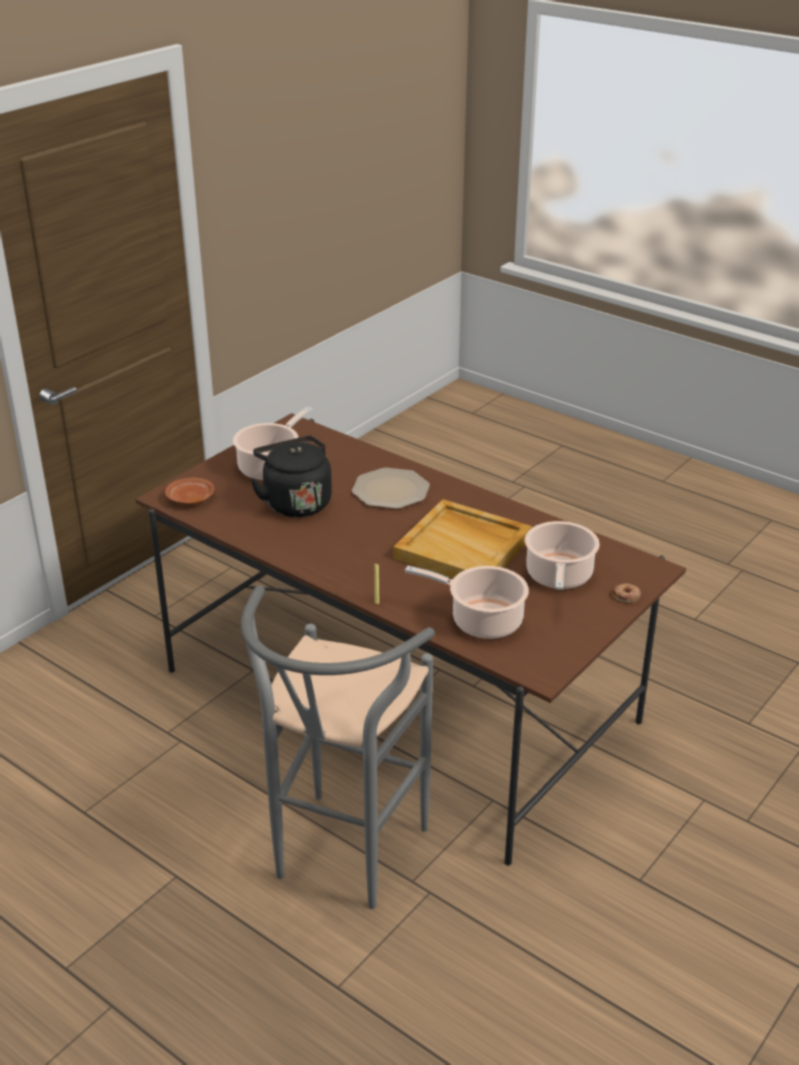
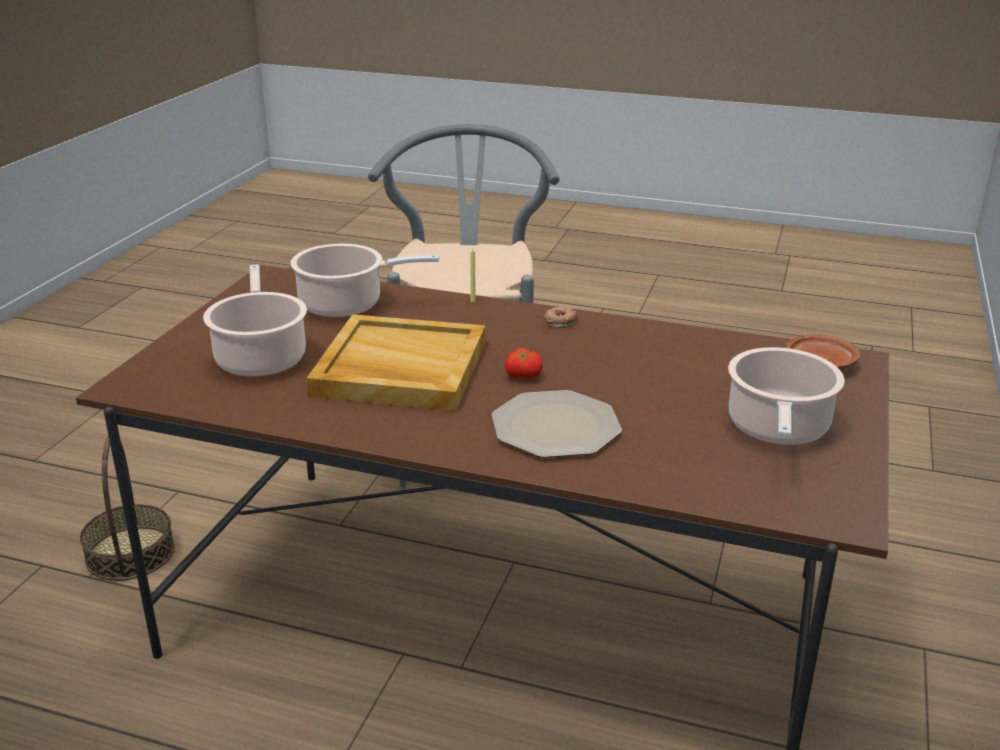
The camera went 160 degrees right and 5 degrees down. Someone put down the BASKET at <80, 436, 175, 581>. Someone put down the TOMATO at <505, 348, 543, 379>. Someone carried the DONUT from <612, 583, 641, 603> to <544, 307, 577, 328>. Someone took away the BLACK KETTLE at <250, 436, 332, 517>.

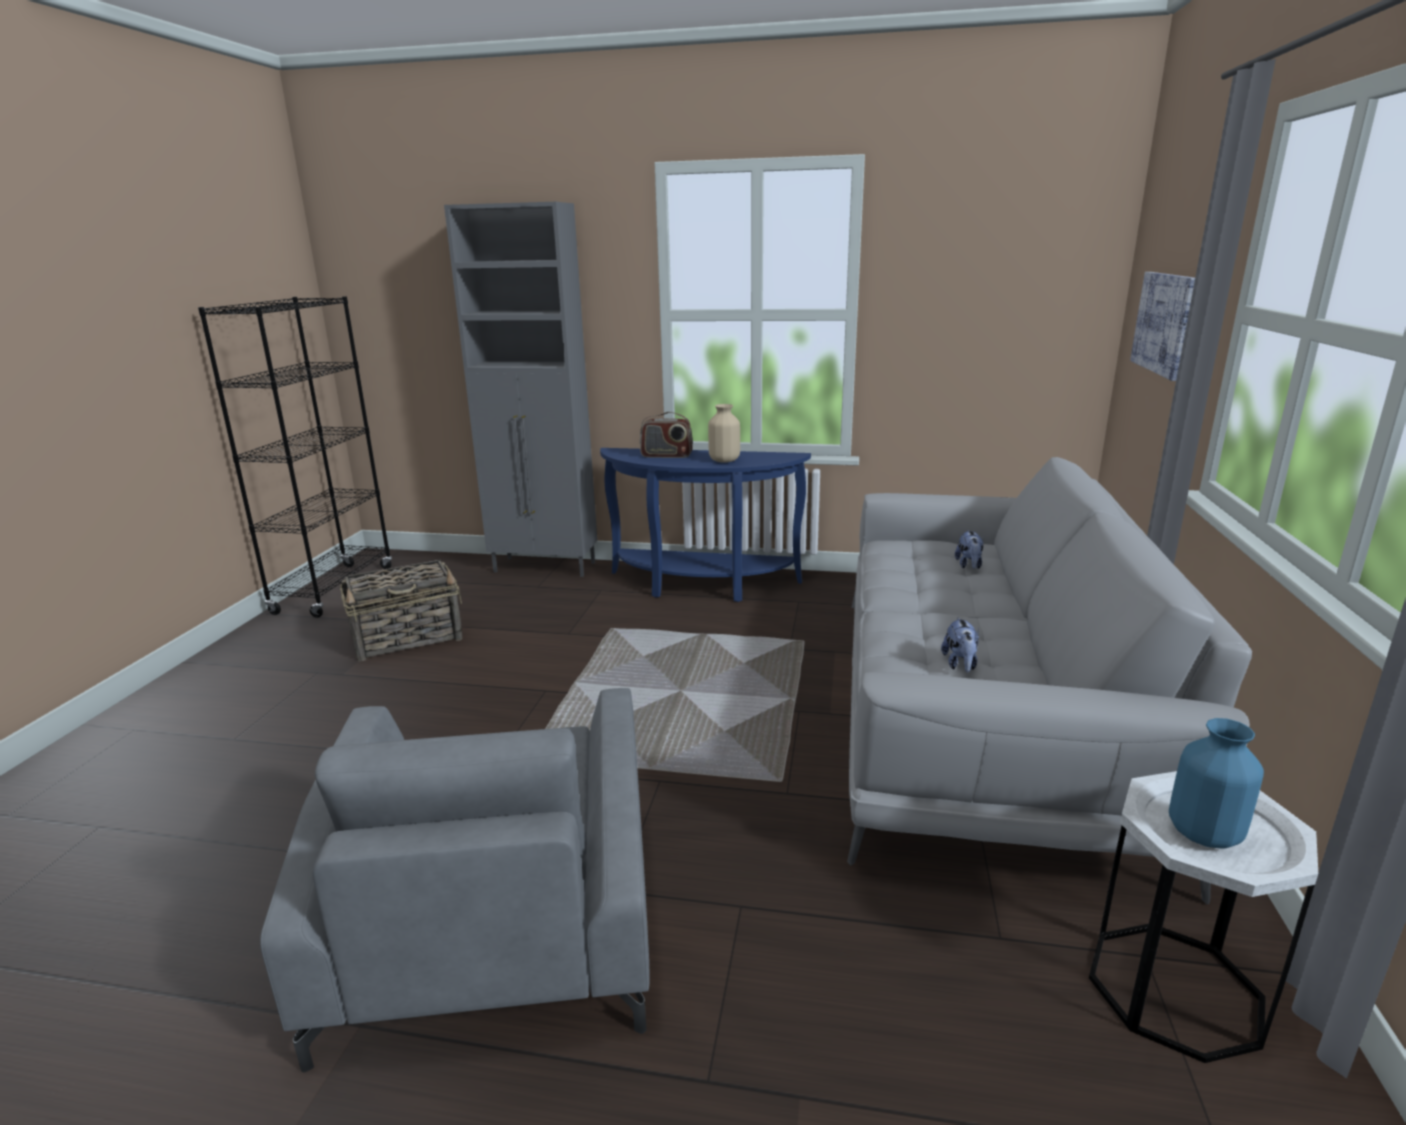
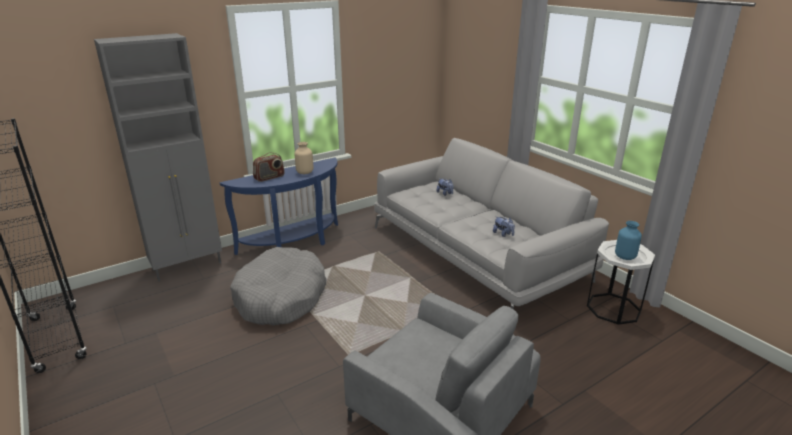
The camera went 45 degrees left and 5 degrees up. Someone put down the GREY DOG BED at <230, 247, 326, 325>. Someone took away the BASKET at <340, 560, 462, 661>. Someone took away the PICTURE at <1130, 272, 1195, 381>.

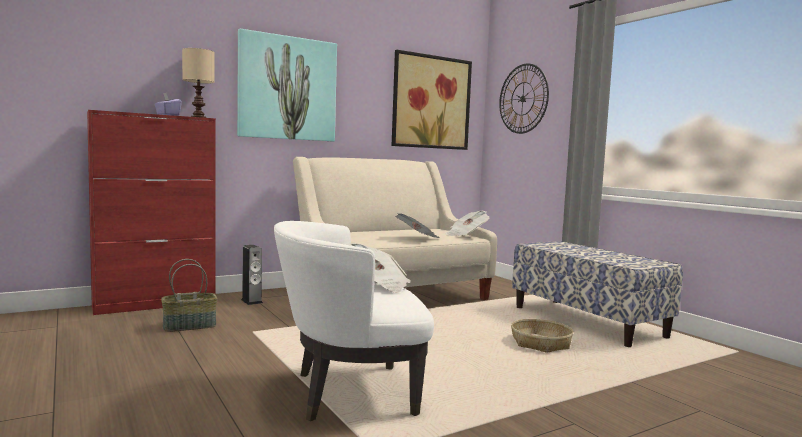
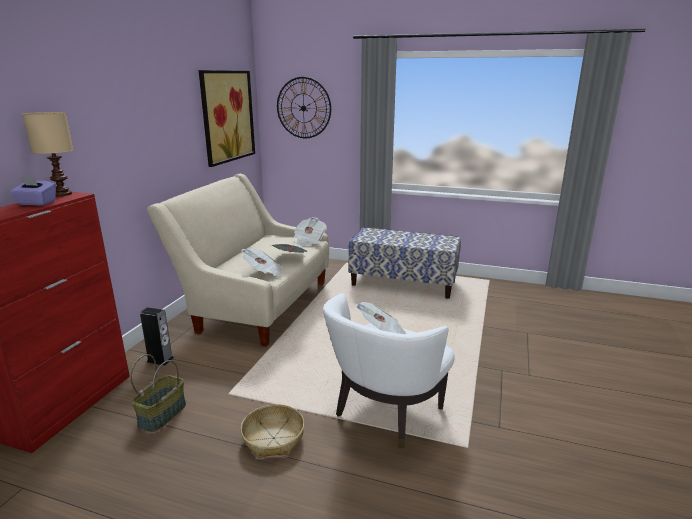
The camera went 40 degrees left and 15 degrees up. Someone put down the NEWSPAPER at <241, 249, 282, 276>. Someone carried the BASKET from <511, 319, 573, 353> to <241, 404, 305, 458>. Someone took away the PICTURE at <237, 29, 337, 141>.

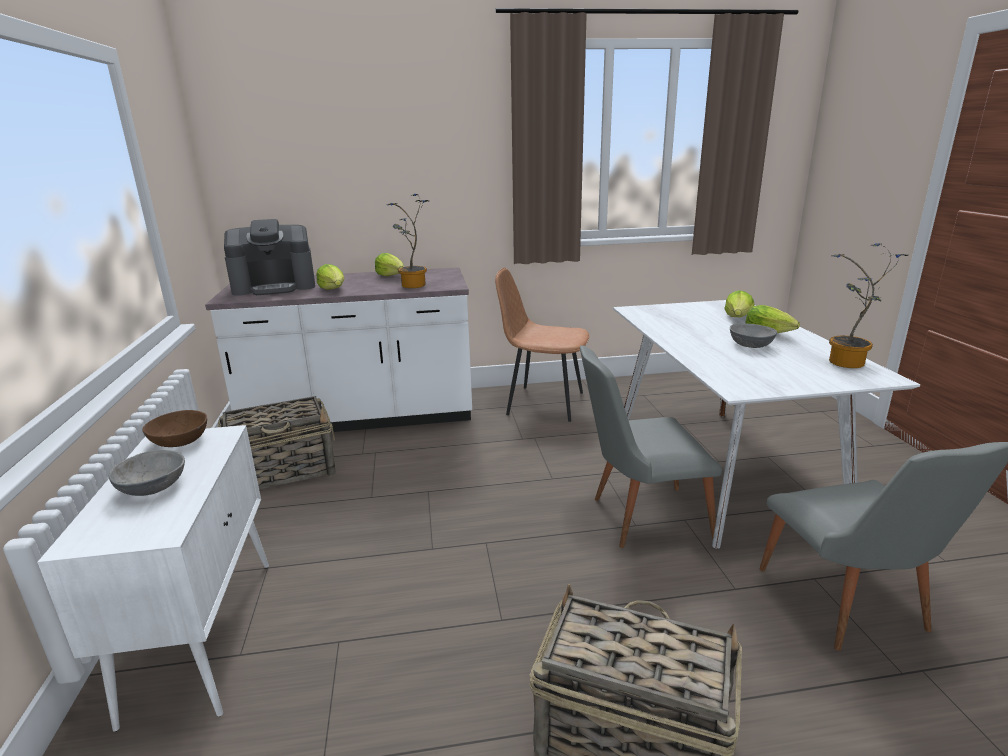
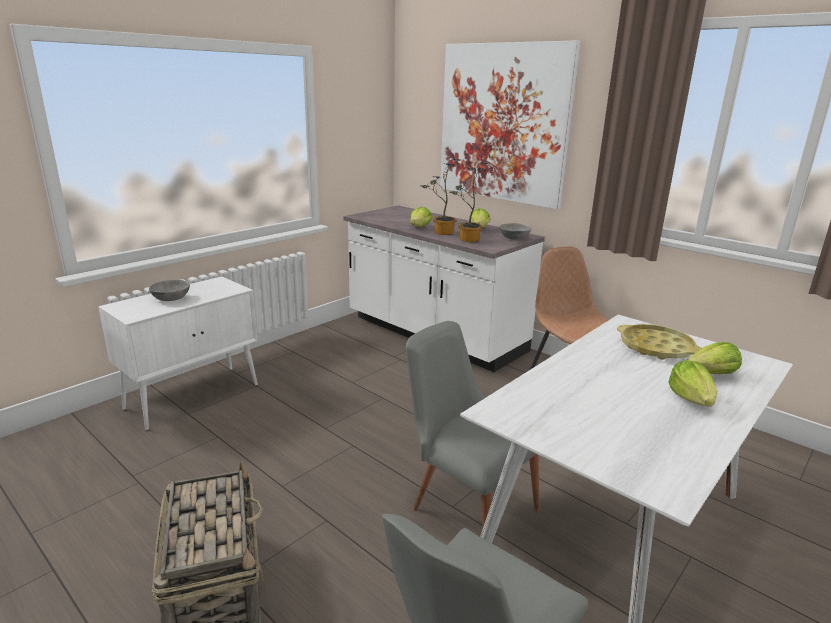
The camera went 50 degrees right and 0 degrees up. Someone carried the POTTED PLANT from <829, 243, 908, 368> to <420, 159, 460, 235>. Someone put up the PICTURE at <440, 40, 581, 209>. Someone carried the GREY BOWL from <730, 323, 777, 348> to <500, 223, 531, 240>. Someone put down the YELLOW TRAY at <617, 324, 702, 360>. Someone took away the BROWN BOWL at <142, 410, 207, 447>. Someone took away the BASKET at <218, 396, 336, 489>. Someone took away the COFFEE MACHINE at <224, 219, 315, 296>.

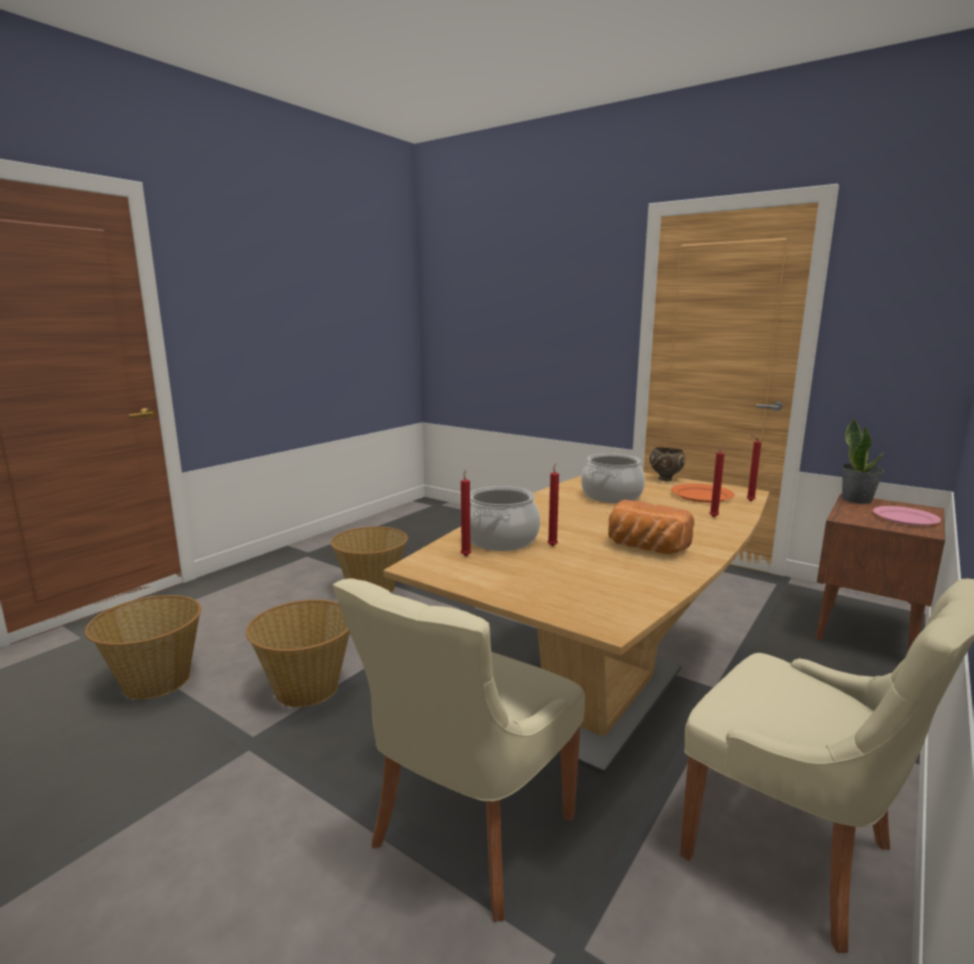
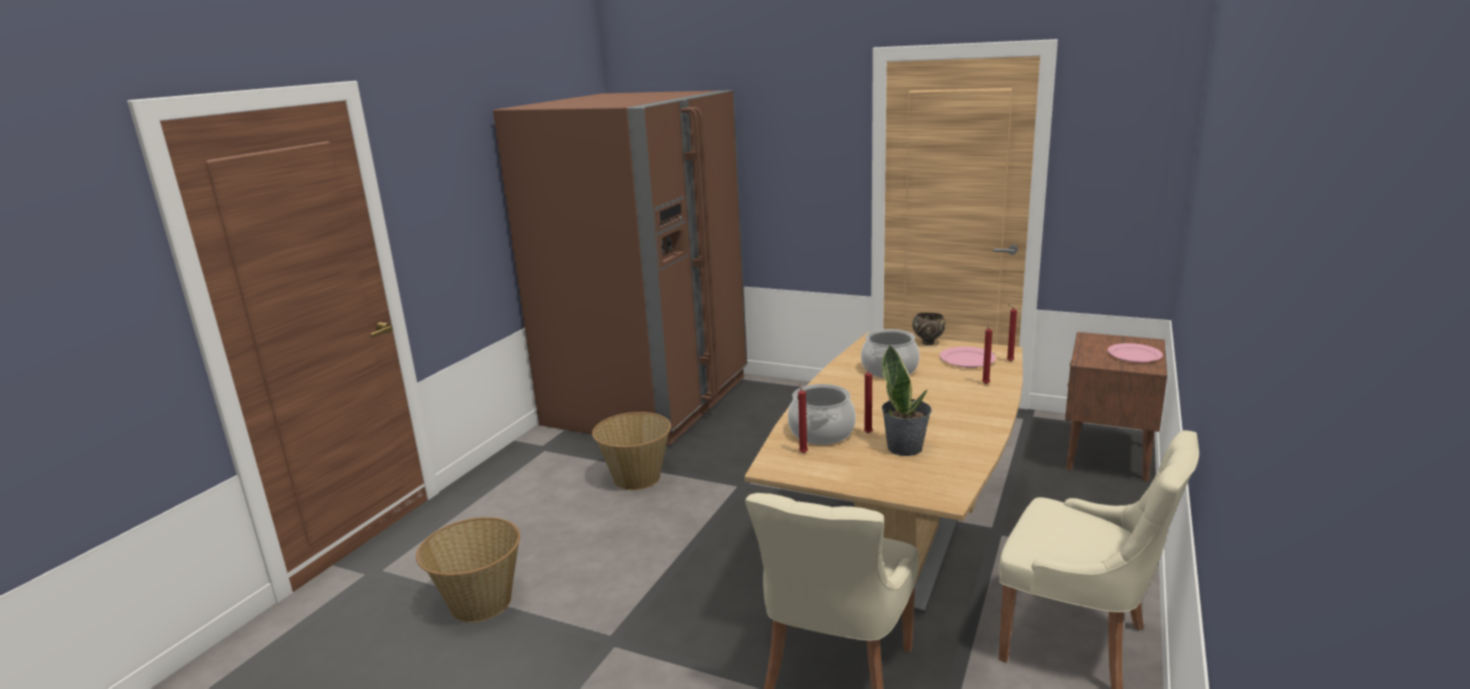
The camera went 10 degrees left and 5 degrees up. Someone put down the BROWN FRIDGE at <493, 90, 747, 445>. Someone carried the POTTED PLANT from <842, 418, 884, 504> to <882, 344, 932, 456>. Someone repainted the ORANGE PLATE at <671, 484, 734, 503>, which became the PINK PLATE at <940, 346, 996, 368>. Someone took away the BASKET at <246, 600, 350, 707>. Someone took away the BREAD at <608, 500, 694, 554>.

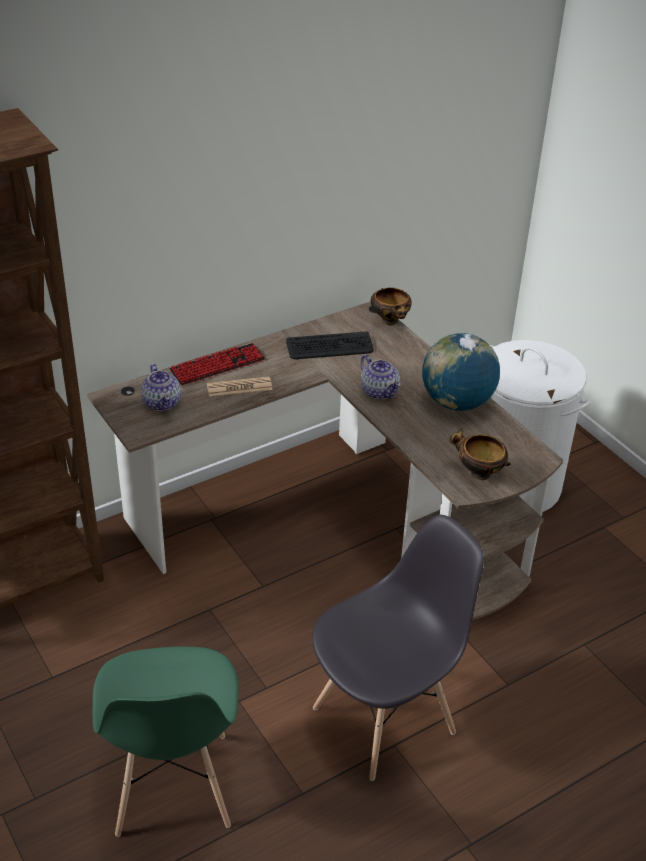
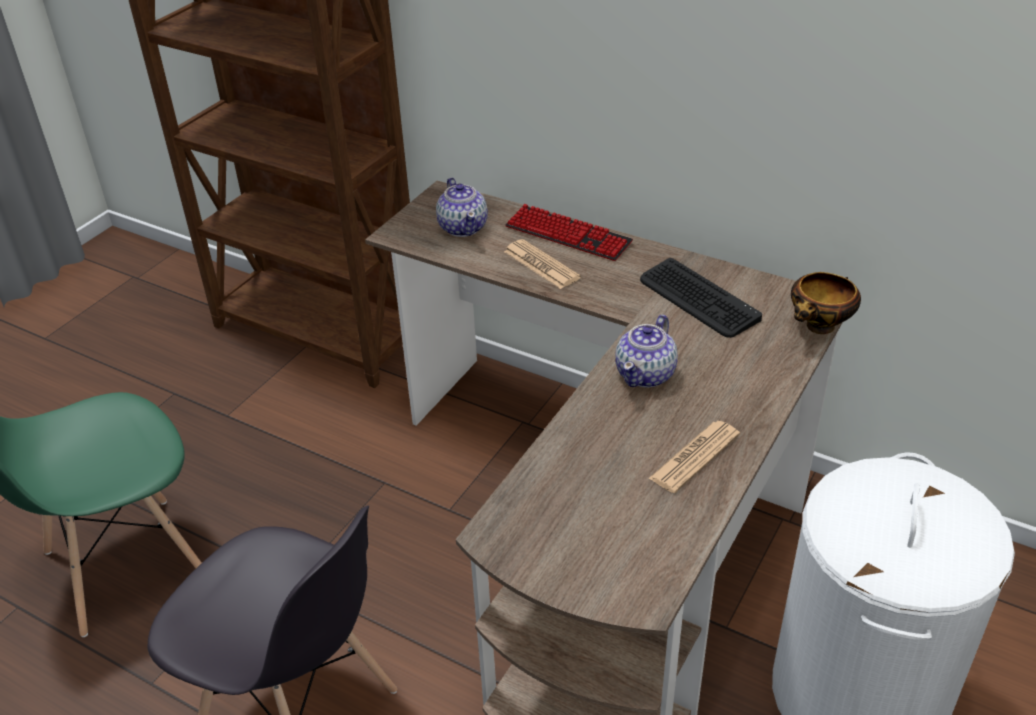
The camera went 65 degrees right and 0 degrees up. Someone rotated the TEAPOT at <141, 364, 181, 411> by 60 degrees counterclockwise. Someone swapped the GLOBE at <422, 333, 500, 411> for the NEWSPAPER at <648, 421, 740, 493>. Someone took away the BOWL at <450, 428, 511, 480>.

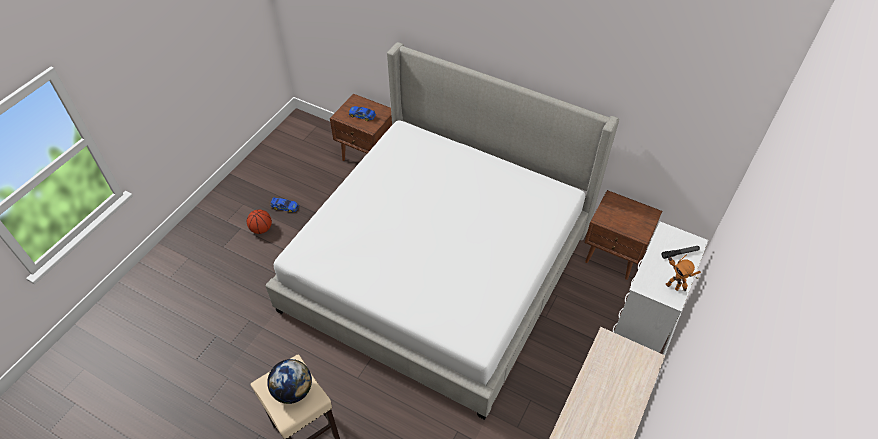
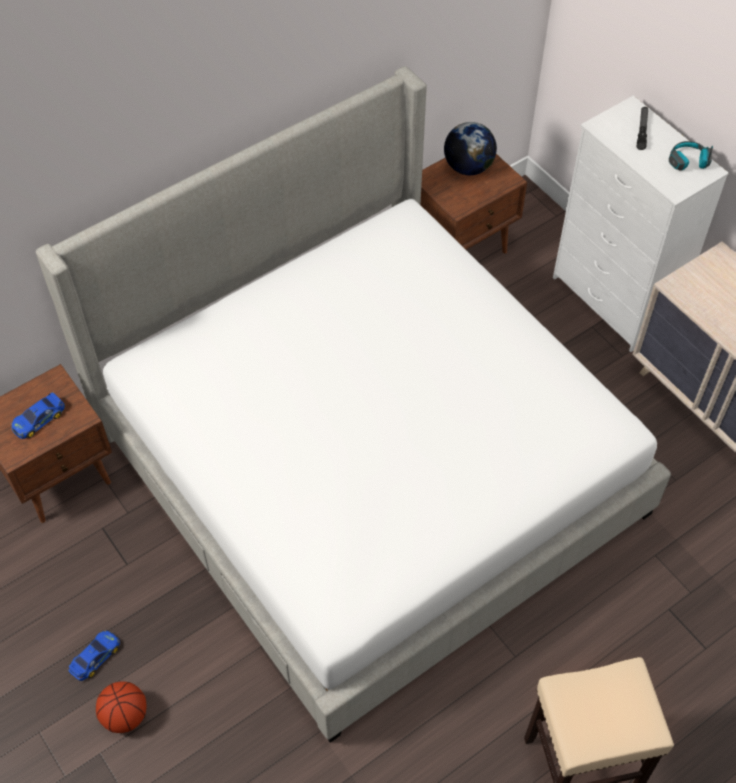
The camera went 65 degrees left and 5 degrees up. Someone carried the GLOBE from <267, 359, 312, 404> to <444, 122, 497, 175>. Someone swapped the TOY ROBOT at <666, 254, 701, 291> for the HEADPHONES at <669, 141, 713, 171>.

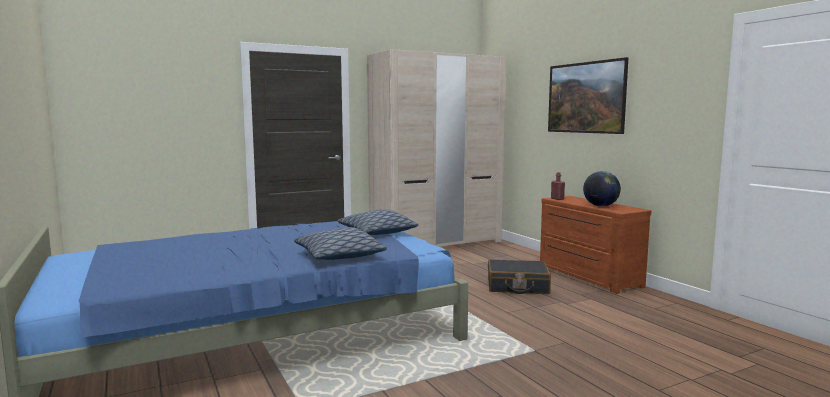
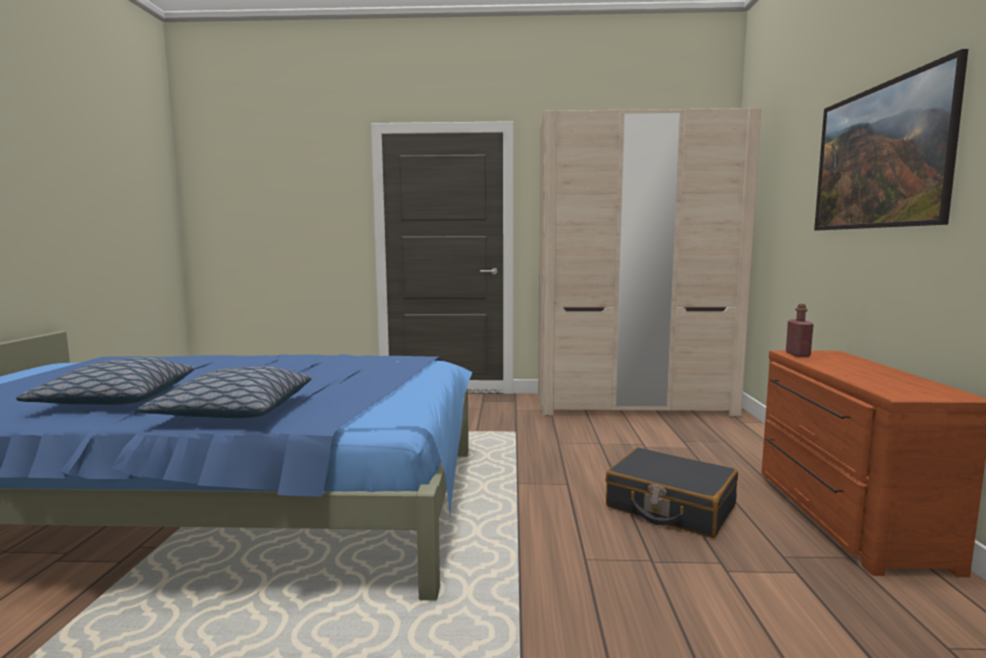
The camera went 30 degrees right and 0 degrees up. Someone carried the PILLOW from <338, 209, 418, 235> to <16, 358, 195, 405>. Someone took away the GLOBE at <583, 171, 621, 206>.

